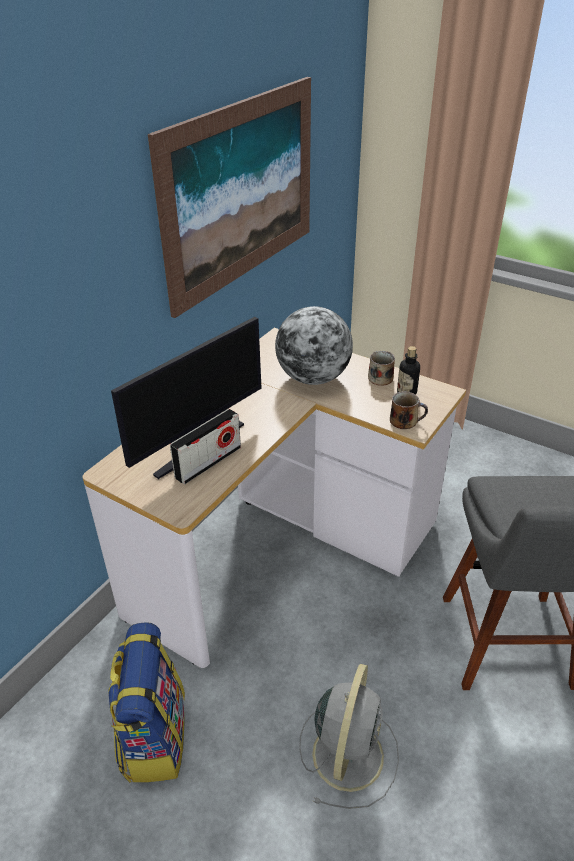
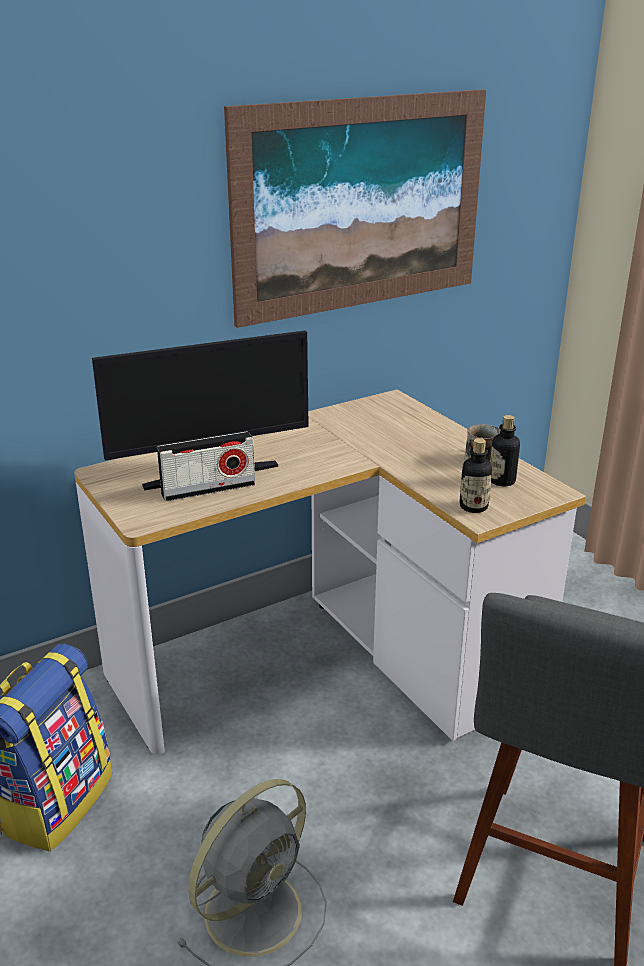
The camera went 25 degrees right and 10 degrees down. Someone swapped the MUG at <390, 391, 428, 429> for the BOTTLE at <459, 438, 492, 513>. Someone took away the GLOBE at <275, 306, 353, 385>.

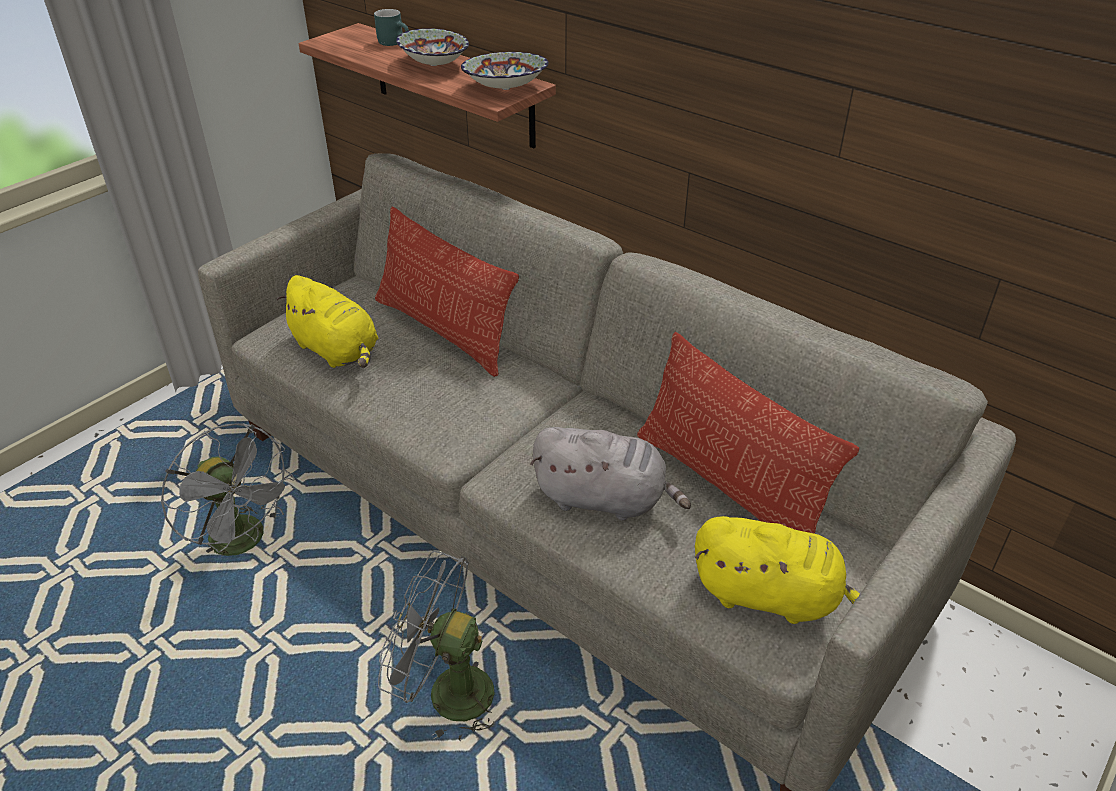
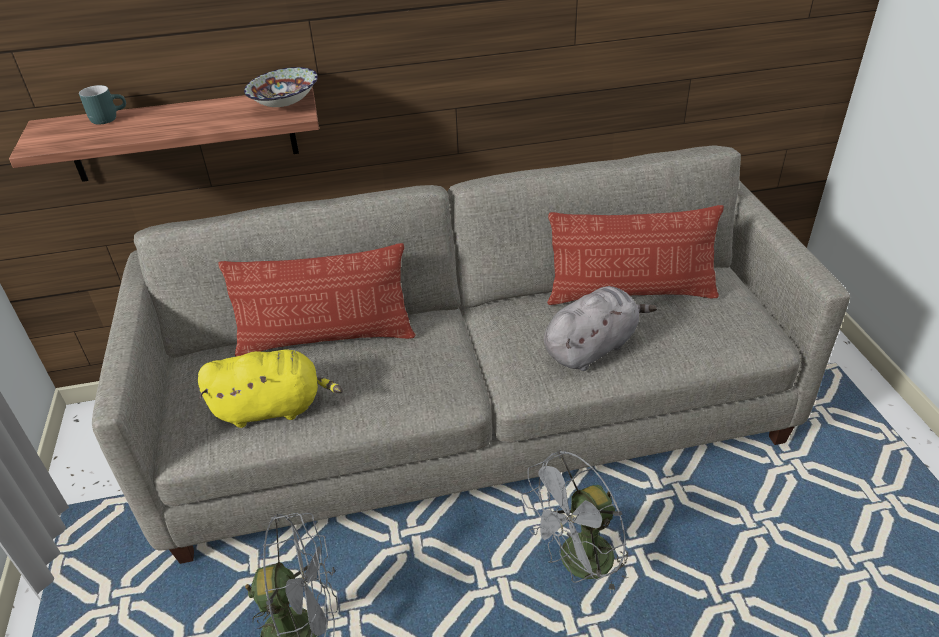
The camera went 50 degrees left and 0 degrees up. Someone took away the BOWL at <396, 28, 469, 66>. Someone took away the YELLOW PLUSH TOY at <695, 516, 860, 624>.

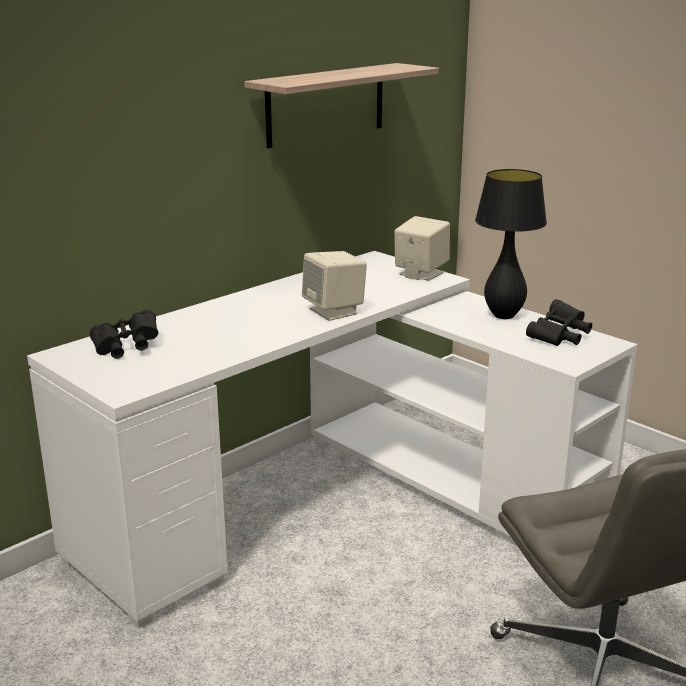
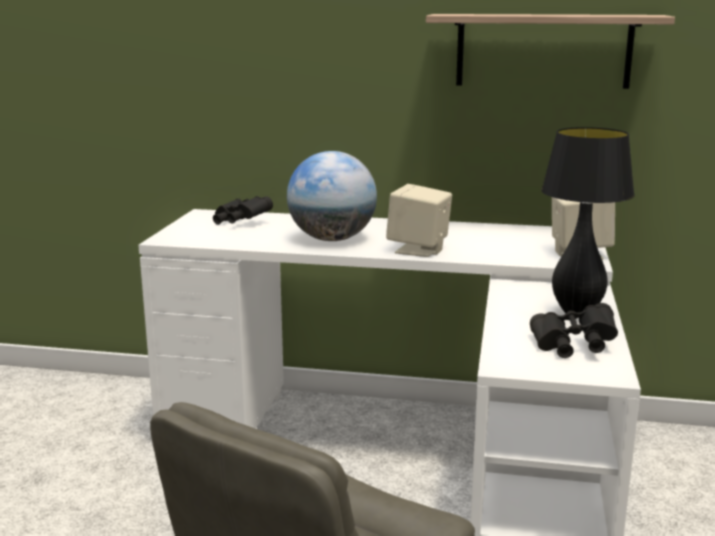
The camera went 55 degrees right and 5 degrees down. Someone put down the GLOBE at <287, 151, 377, 241>.

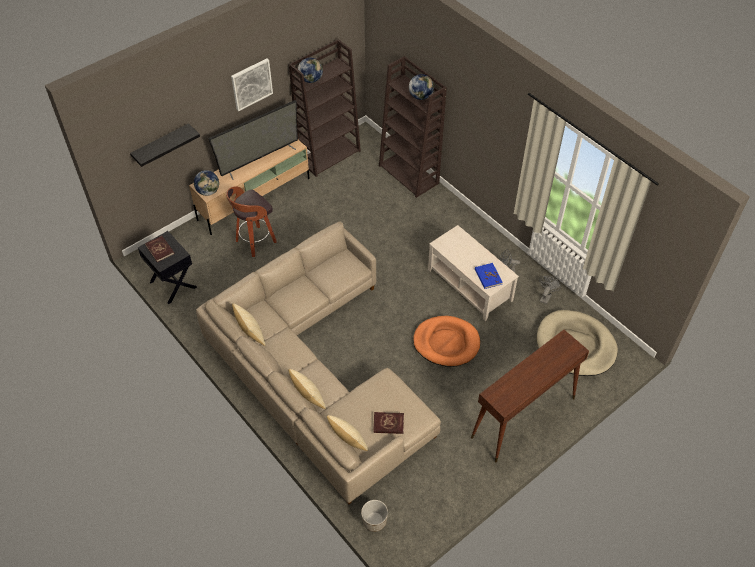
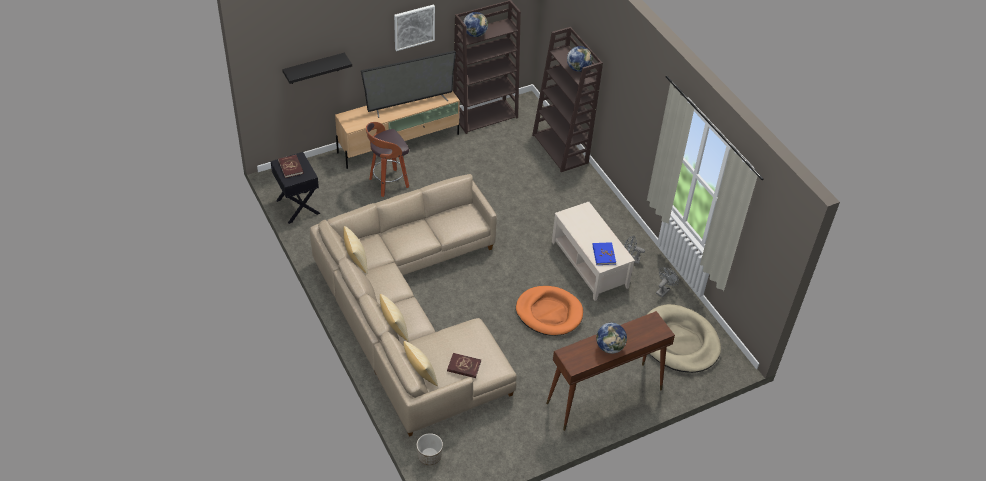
The camera went 10 degrees right and 5 degrees down. Someone carried the GLOBE from <194, 170, 219, 196> to <596, 323, 627, 354>.

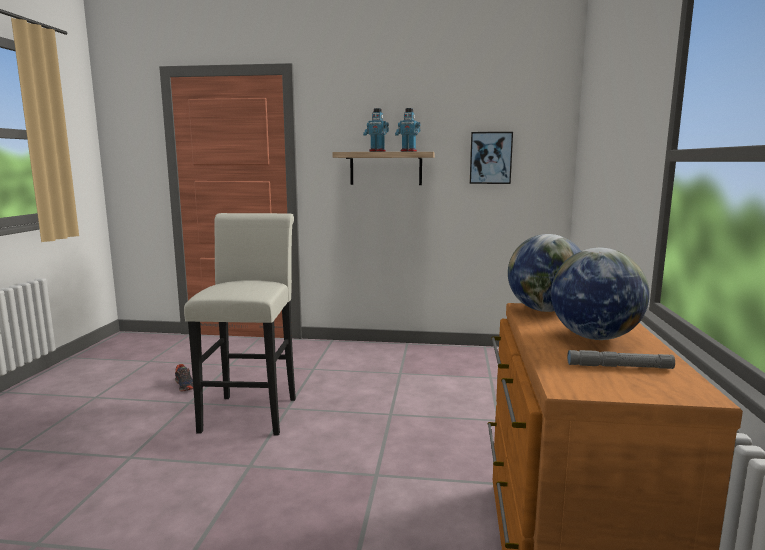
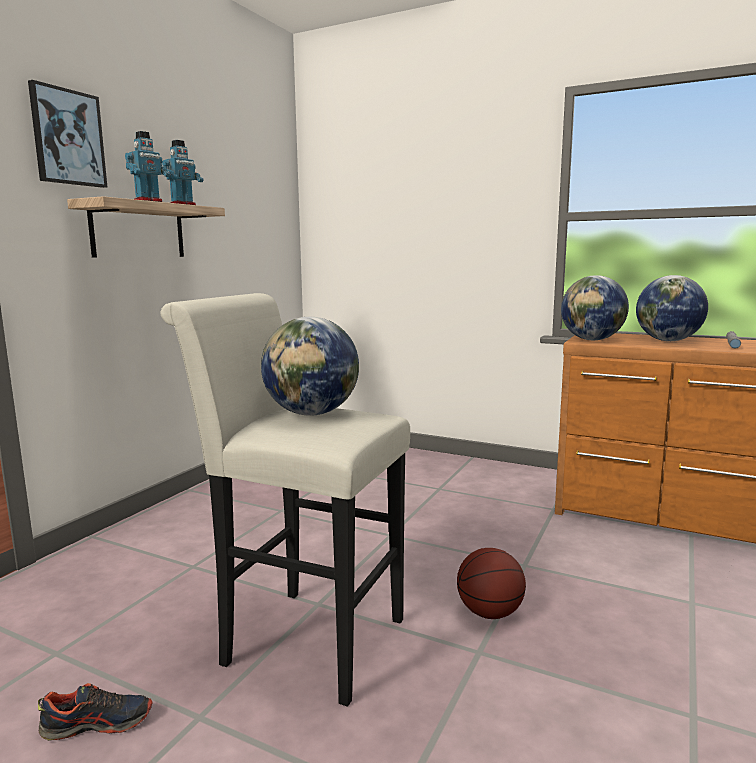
The camera went 70 degrees left and 0 degrees up. Someone carried the PICTURE from <470, 132, 513, 184> to <28, 80, 107, 188>. Someone put down the GLOBE at <261, 317, 359, 416>. Someone put down the BASKETBALL at <457, 548, 526, 619>.

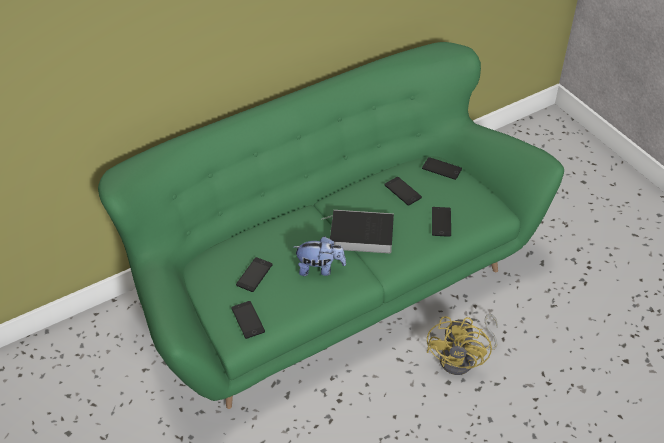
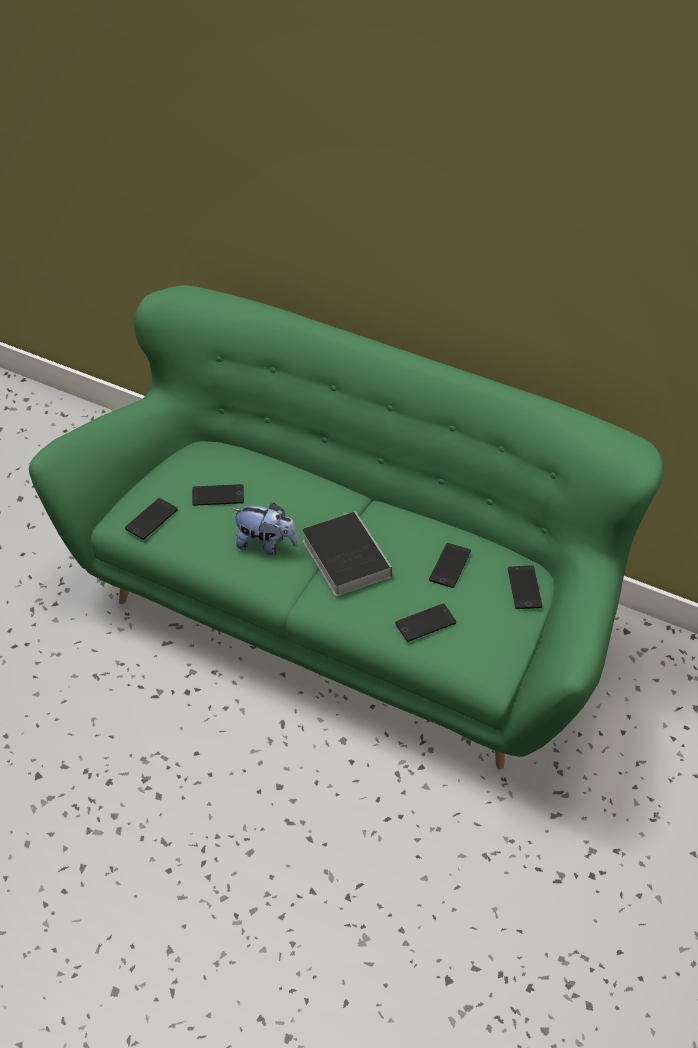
The camera went 60 degrees right and 0 degrees up. Someone rotated the PLUSH TOY at <294, 236, 346, 276> by 45 degrees counterclockwise. Someone took away the YELLOW FAN at <426, 313, 498, 375>.

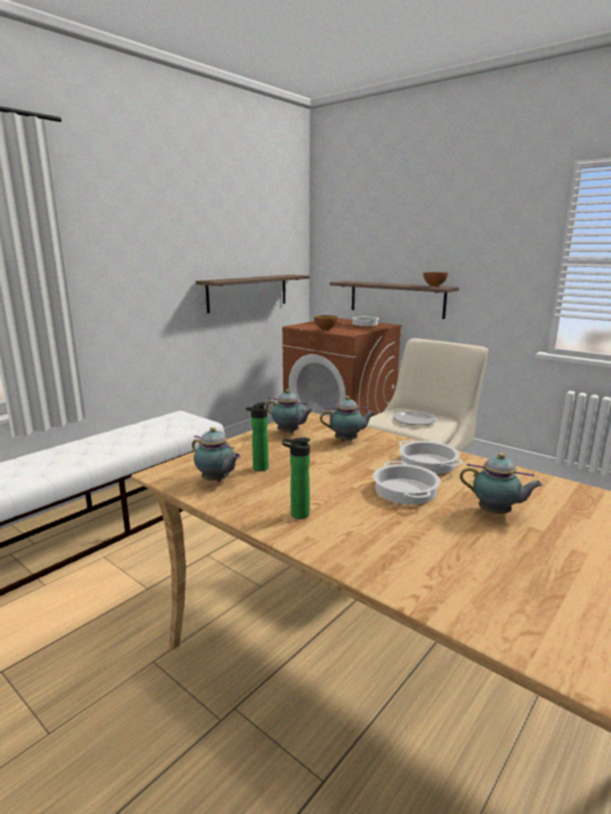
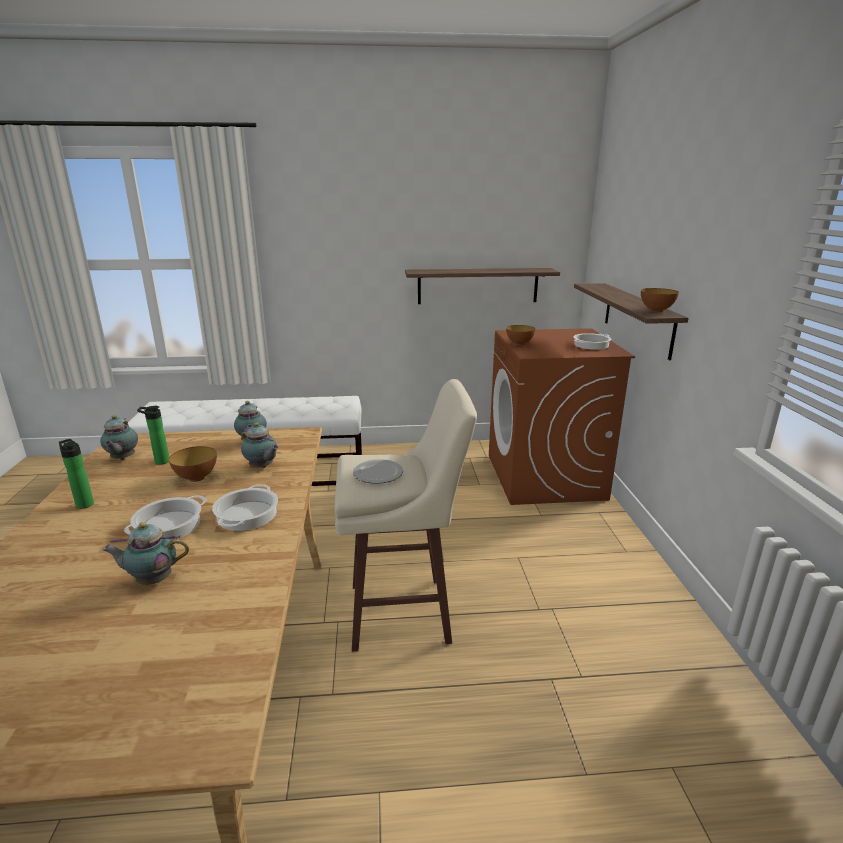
The camera went 45 degrees right and 5 degrees up. Someone rotated the TEAPOT at <460, 453, 543, 514> by 105 degrees clockwise. Someone put down the BOWL at <169, 446, 217, 482>.

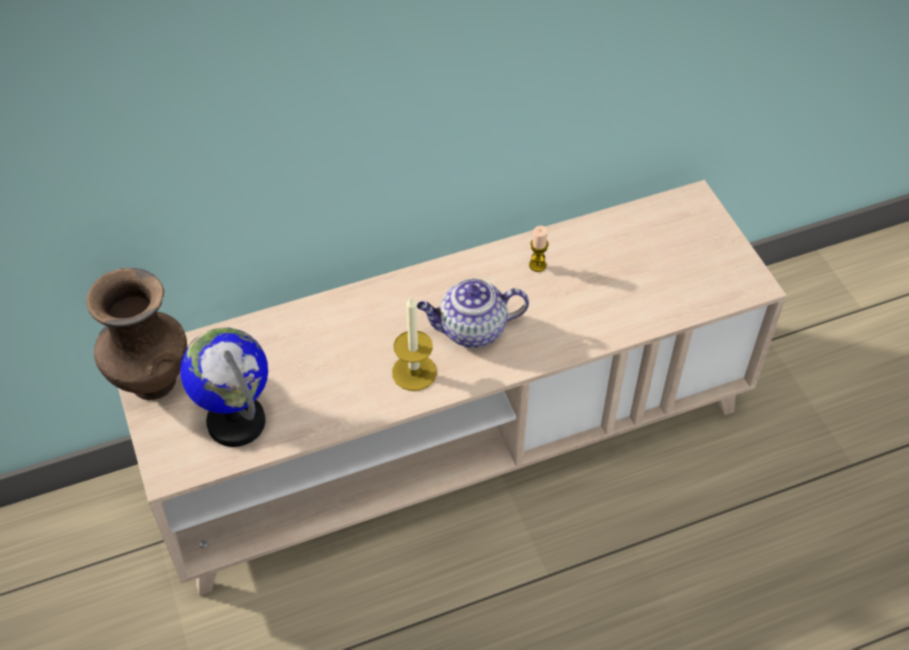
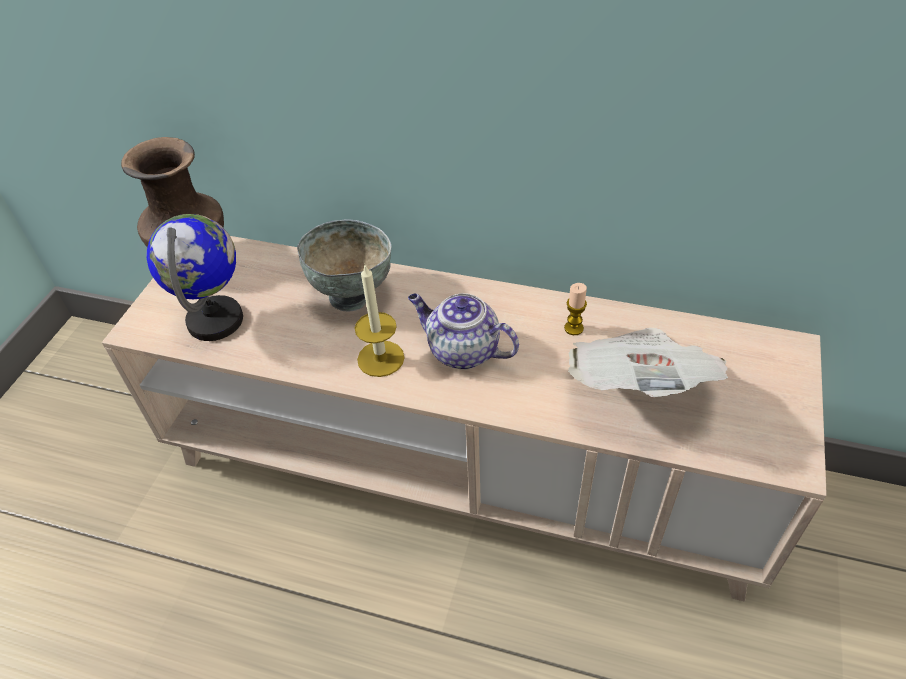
The camera went 40 degrees right and 5 degrees down. Someone put down the GREY BOWL at <297, 219, 392, 311>. Someone put down the NEWSPAPER at <568, 328, 728, 397>.

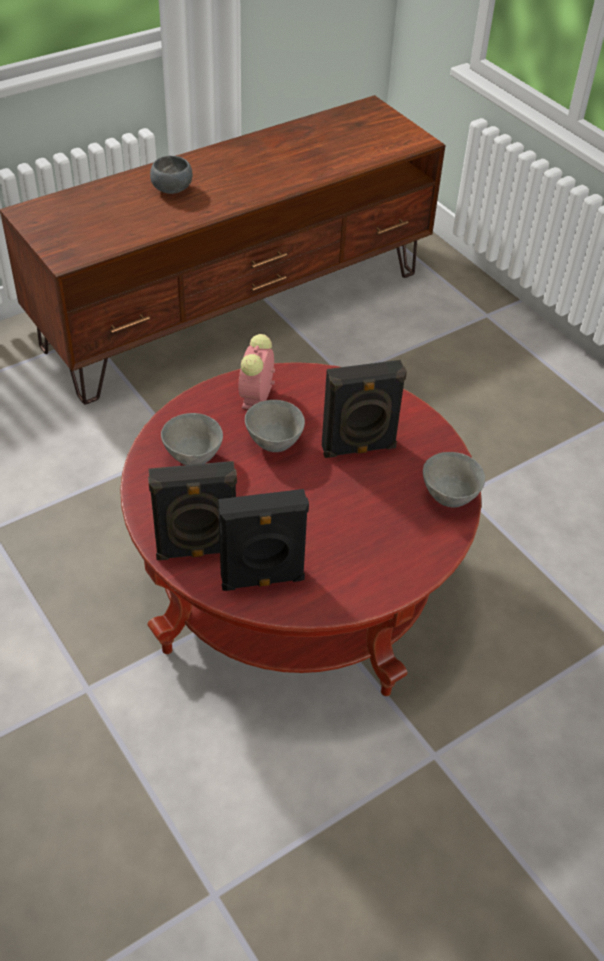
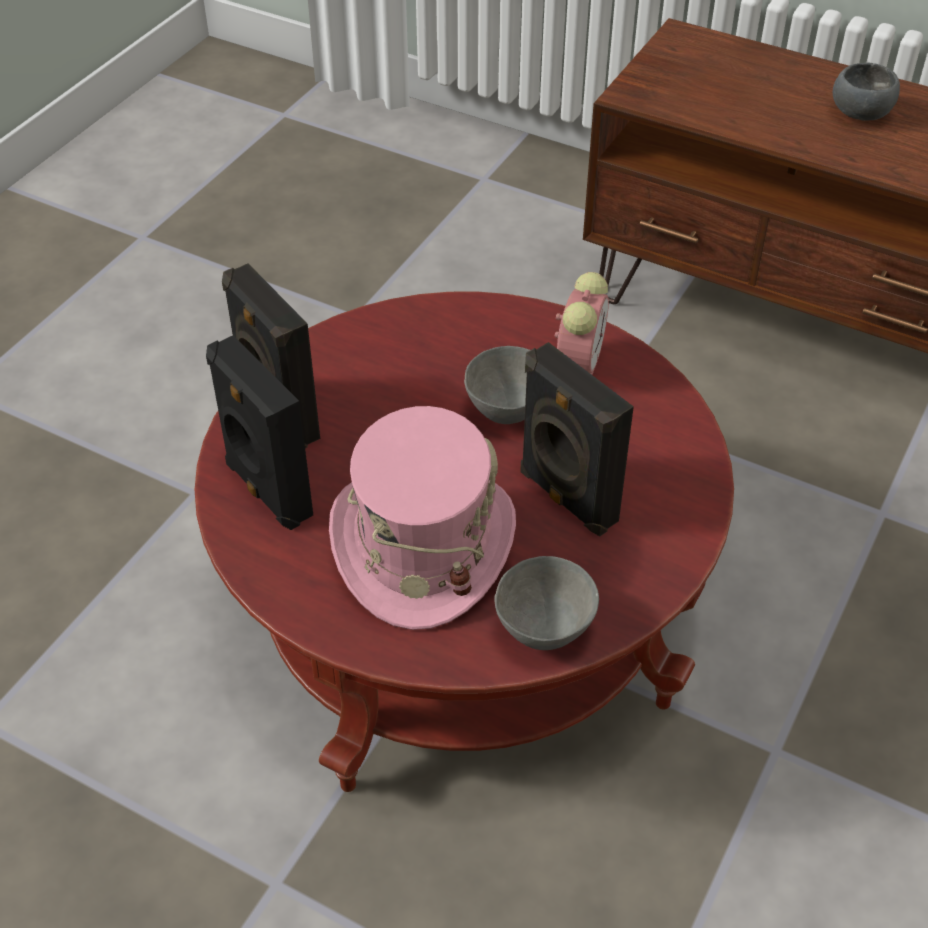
The camera went 65 degrees right and 0 degrees up. Someone put down the PINK HAT at <329, 406, 516, 630>. Someone rotated the ALARM CLOCK at <238, 334, 275, 410> by 120 degrees clockwise. Someone took away the GREY BOWL at <161, 413, 223, 465>.

